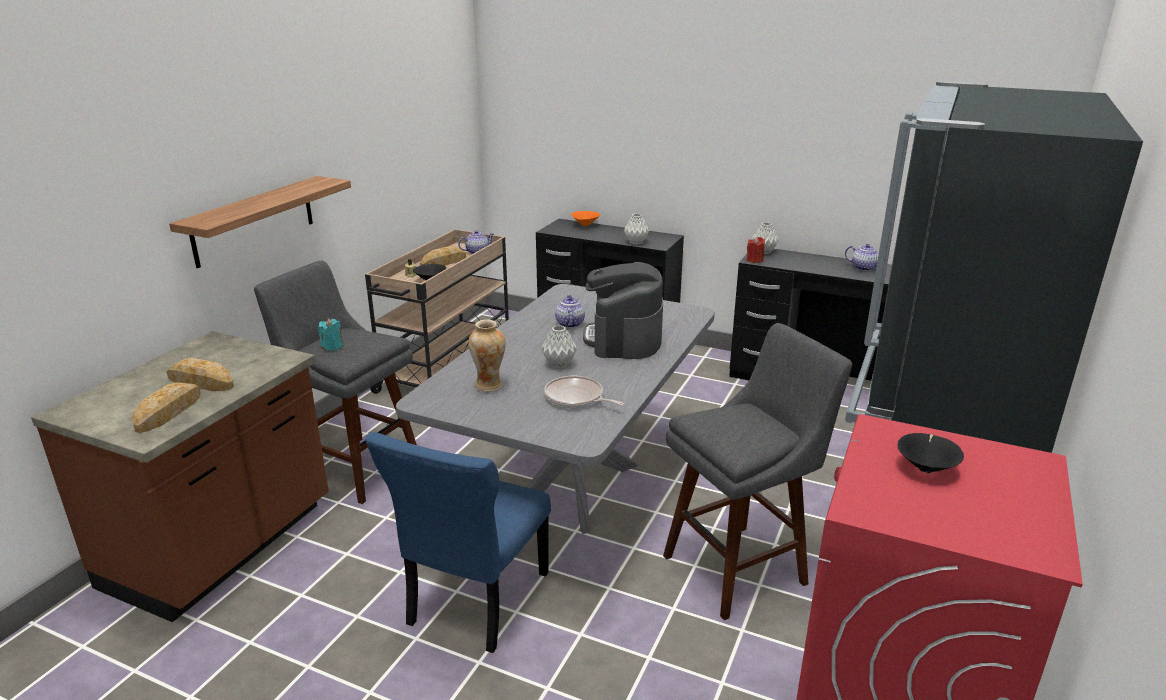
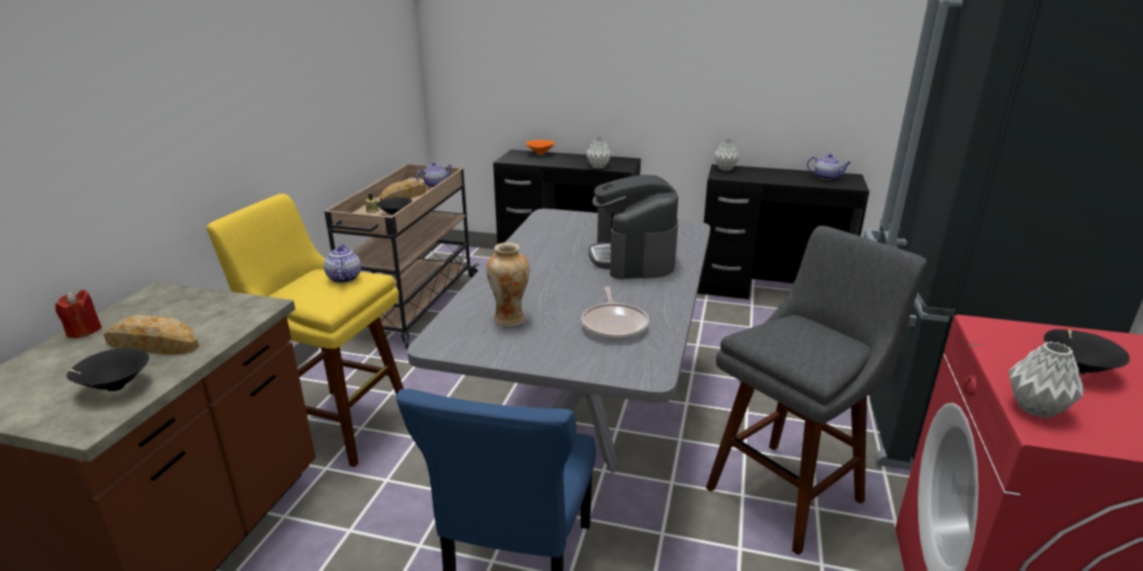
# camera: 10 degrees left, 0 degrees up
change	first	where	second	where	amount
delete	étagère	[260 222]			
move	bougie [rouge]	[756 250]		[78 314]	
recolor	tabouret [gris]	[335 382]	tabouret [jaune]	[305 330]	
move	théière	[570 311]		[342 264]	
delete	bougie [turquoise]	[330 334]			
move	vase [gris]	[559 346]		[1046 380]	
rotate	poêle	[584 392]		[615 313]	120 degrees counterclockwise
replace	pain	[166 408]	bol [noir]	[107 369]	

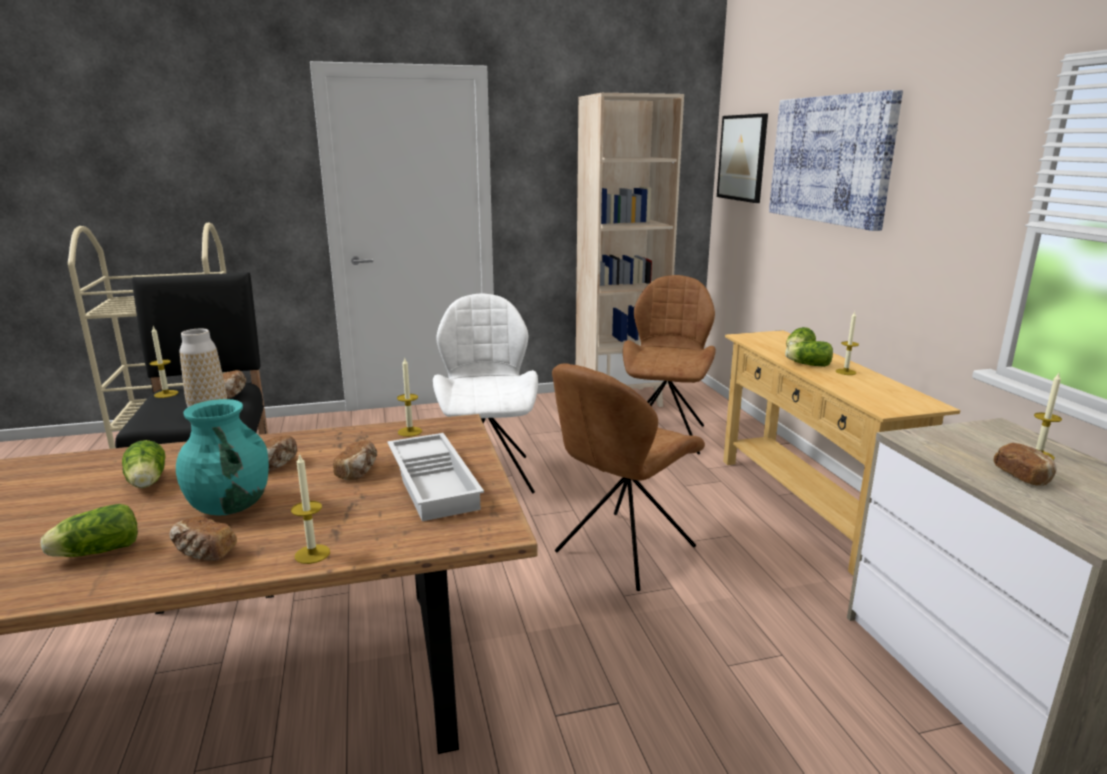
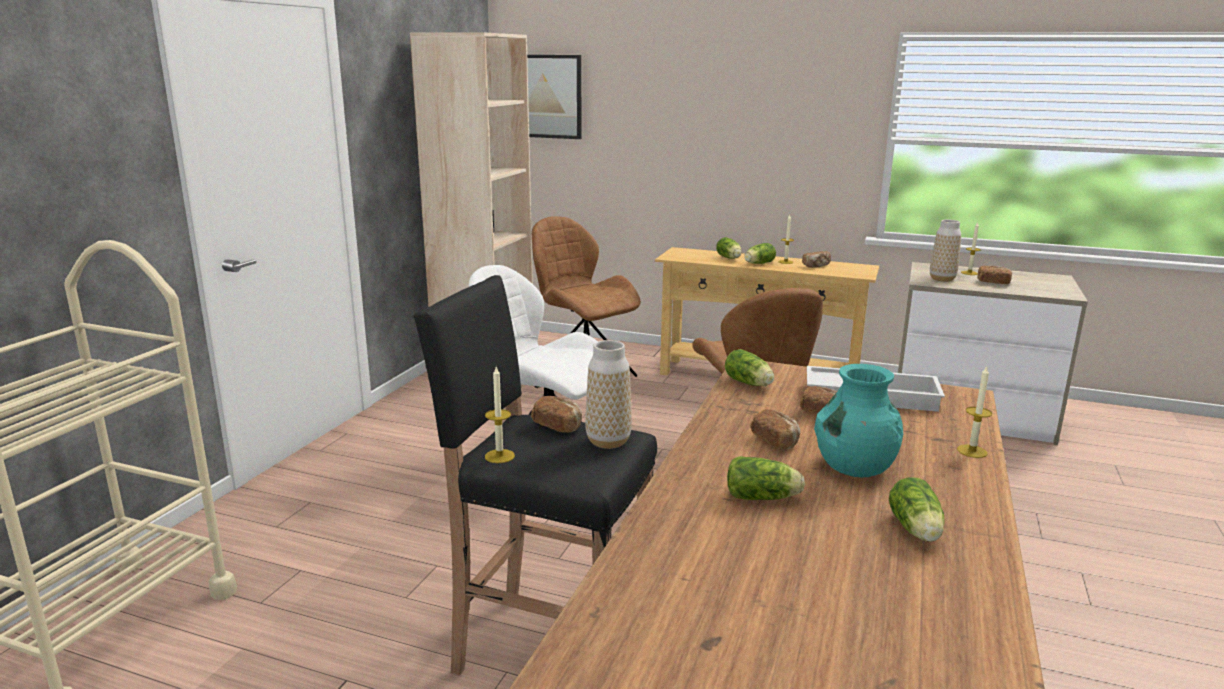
# camera: 55 degrees left, 0 degrees up
change	first	where	second	where	amount
delete	tableau	[836 160]			
replace	bougie	[409 397]	laitue	[749 367]	
move	pain	[203 538]		[816 259]	
insert			vase	[945 250]	

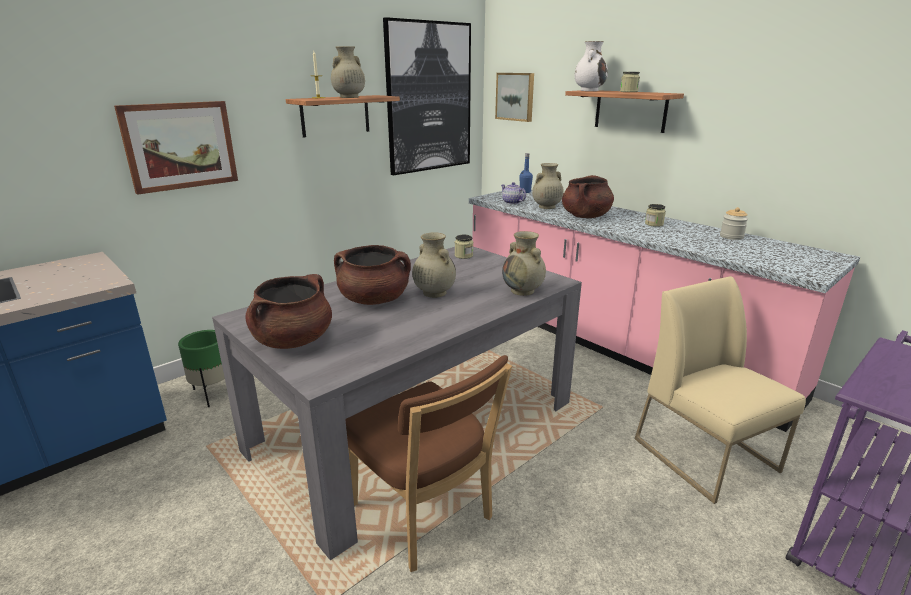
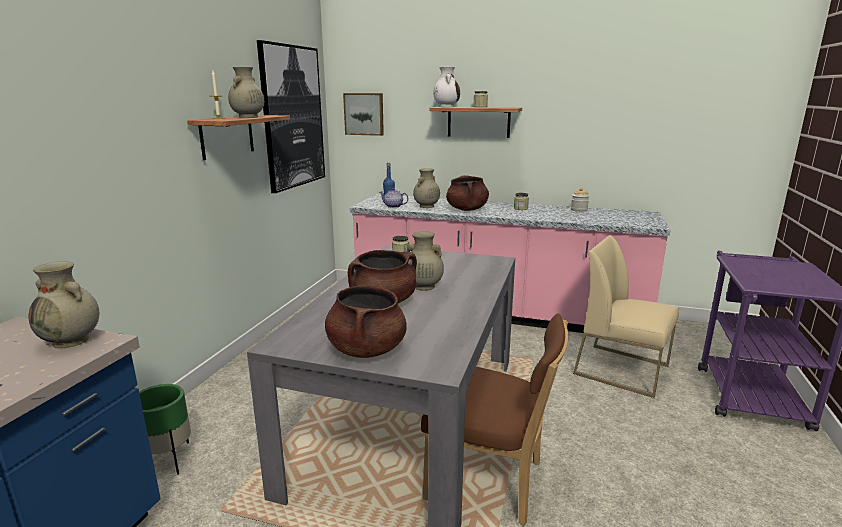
# camera: 30 degrees left, 5 degrees down
change	first	where	second	where	amount
delete	tableau	[176 148]			
move	vase [beige]	[524 263]		[64 304]	

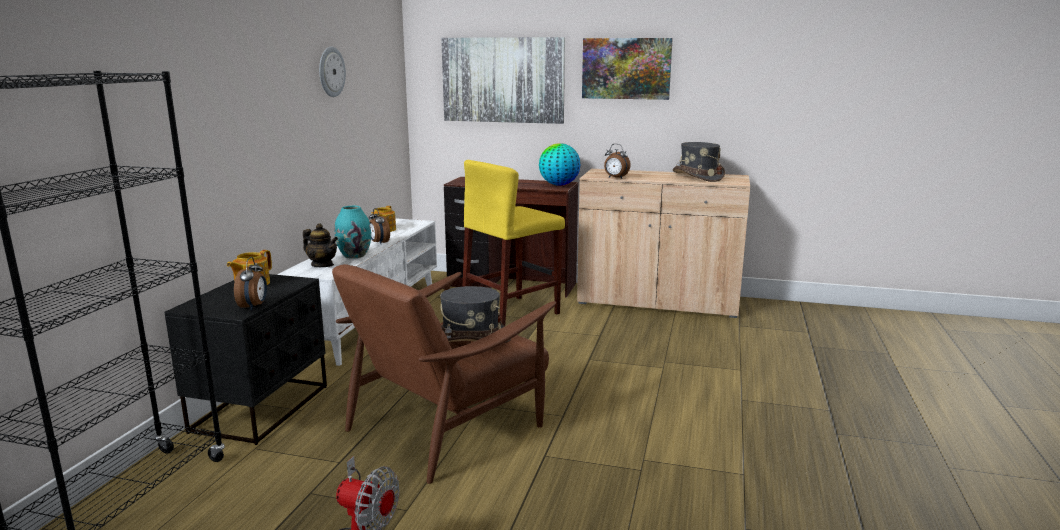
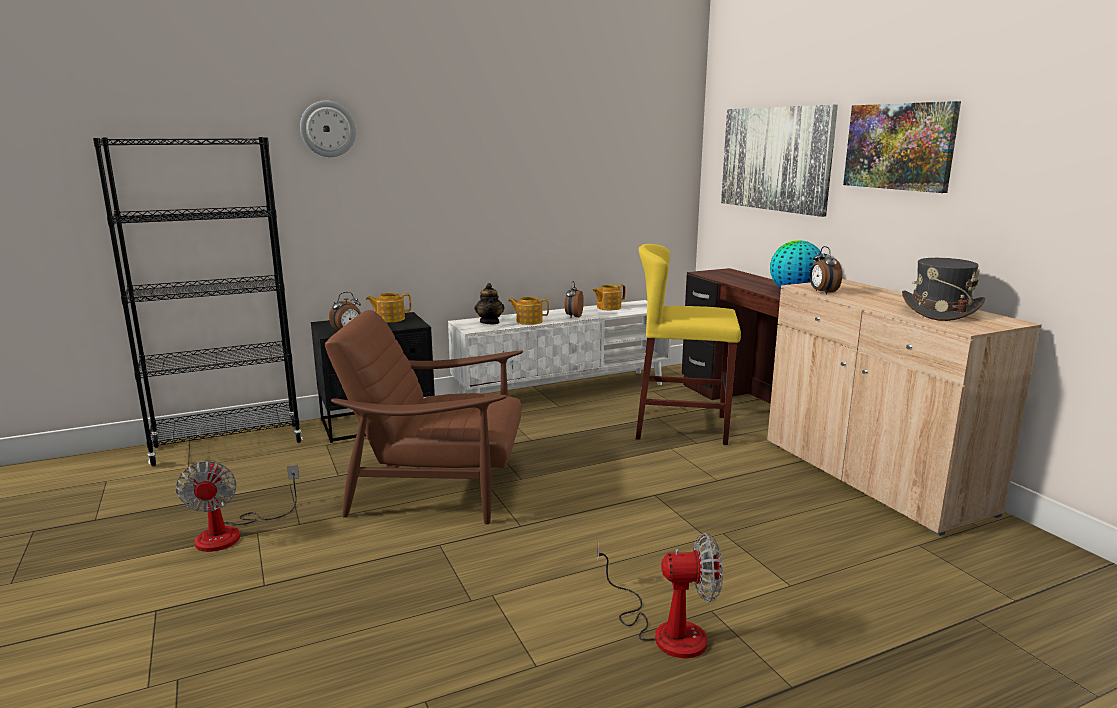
# camera: 50 degrees right, 0 degrees up
change	first	where	second	where	amount
move	horloge murale	[332 72]		[328 129]	
replace	vase [turquoise]	[353 232]	théière	[528 311]	
delete	chapeau [gris]	[475 314]			
insert			ventilateur	[660 595]	

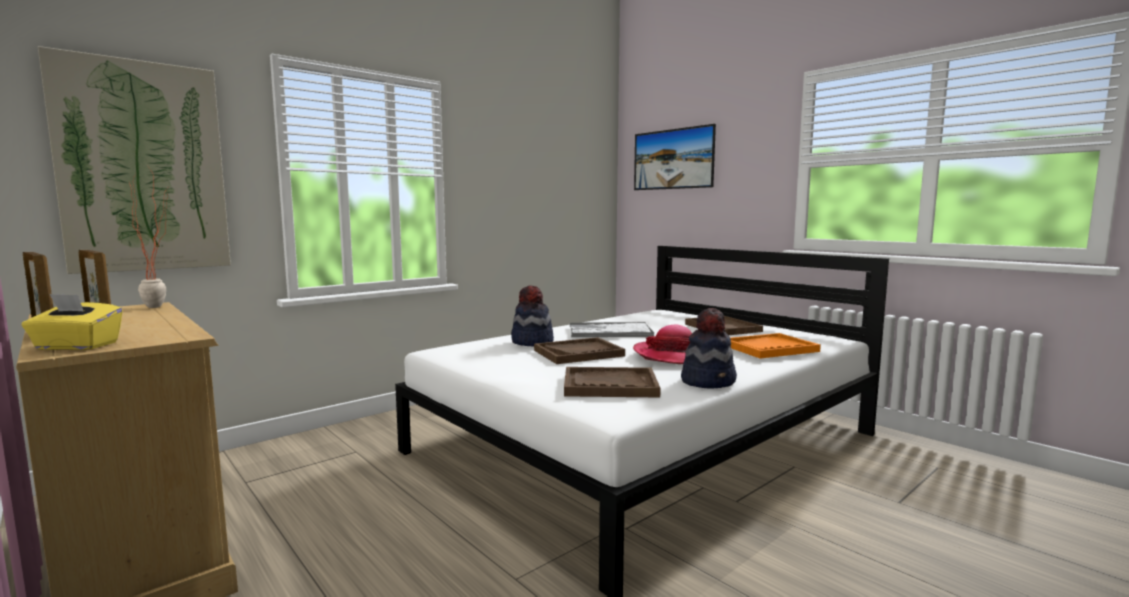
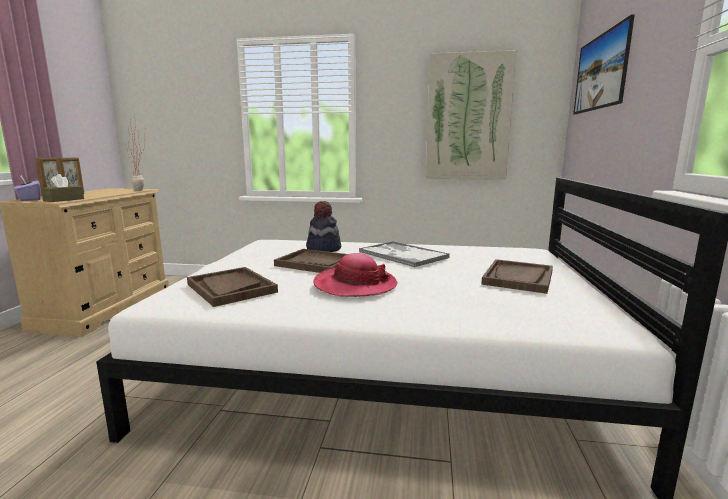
# camera: 50 degrees right, 5 degrees up
change	first	where	second	where	amount
move	tableau	[134 160]		[471 115]	
recolor	boîte à mouchoirs [jaune]	[72 322]	boîte à mouchoirs [violet]	[27 188]	
delete	chapeau	[709 348]			
delete	plateau [orange]	[775 346]			
insert			boîte à mouchoirs [marron]	[62 188]	

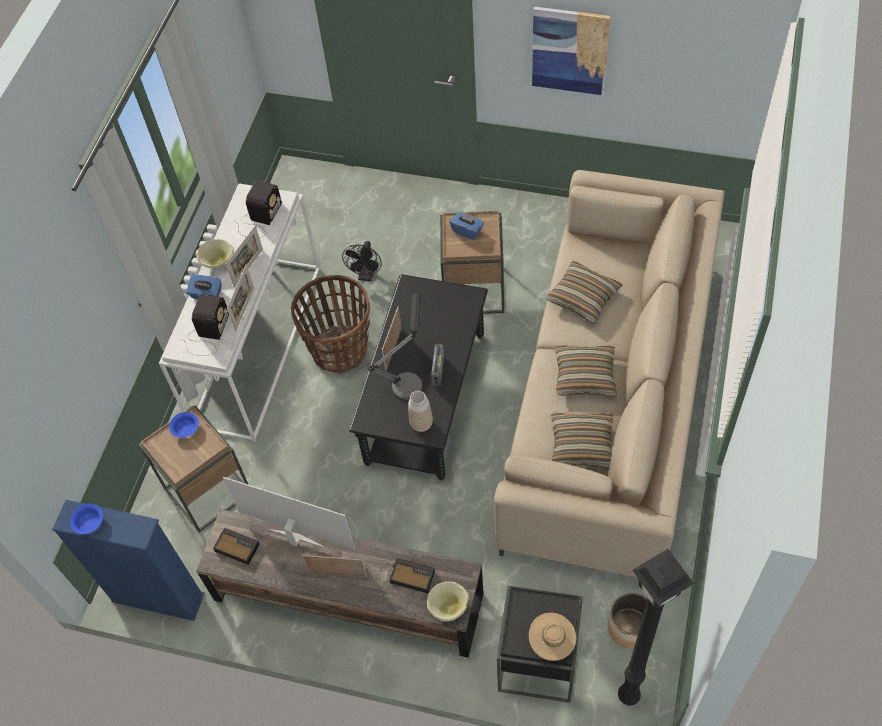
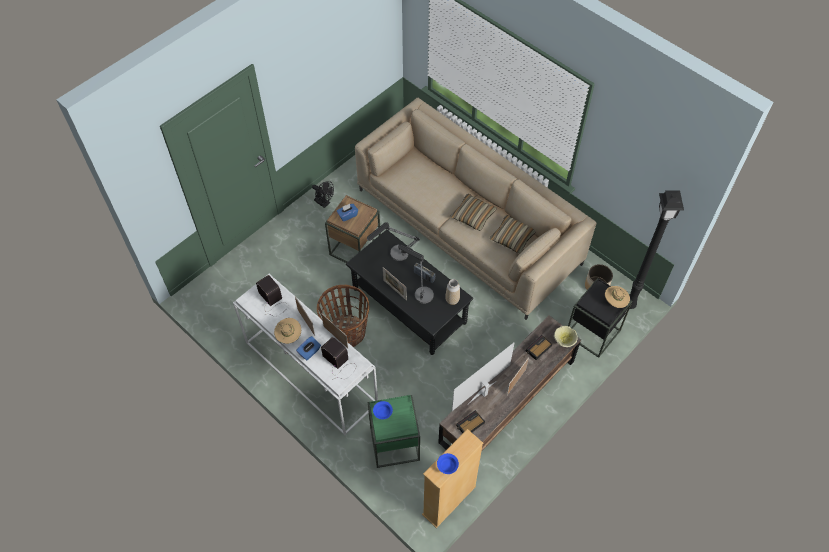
# camera: 65 degrees left, 0 degrees up
change	first	where	second	where	amount
delete	tableau	[571 51]			
replace	bol [beige]	[215 254]	chapeau [beige]	[287 331]	
move	ventilateur [noir]	[362 261]		[323 194]	
delete	coussin	[584 292]			
recolor	table d'appoint [marron]	[194 468]	table d'appoint [vert]	[394 431]	
recolor	bibliothèque [bleu]	[128 560]	bibliothèque [beige]	[452 478]	
insert			lampe de table	[393 241]	

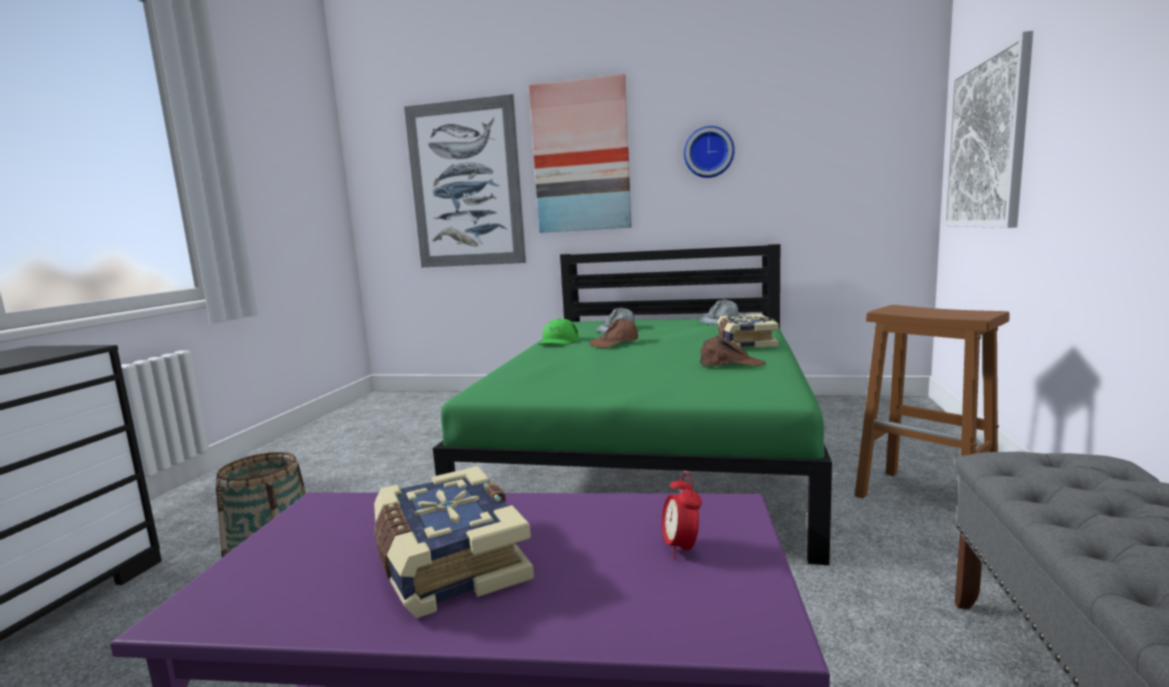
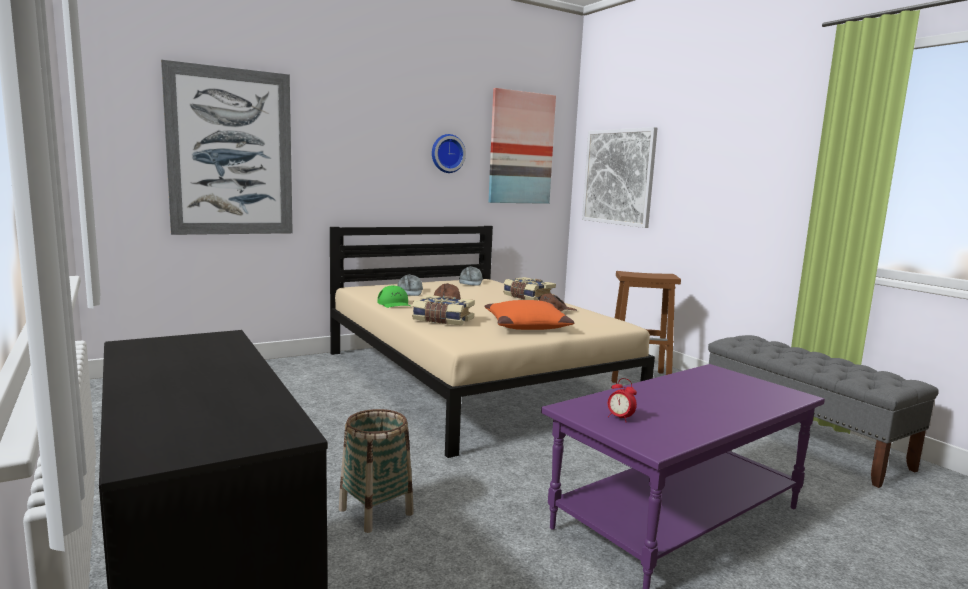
# camera: 45 degrees left, 0 degrees up
change	first	where	second	where	amount
move	tableau	[580 153]		[522 146]	
recolor	lit [vert]	[632 404]	lit [beige]	[492 342]	
move	livre	[454 542]		[443 310]	
move	réveil	[682 515]		[622 399]	
insert			coussin [orange]	[529 315]	

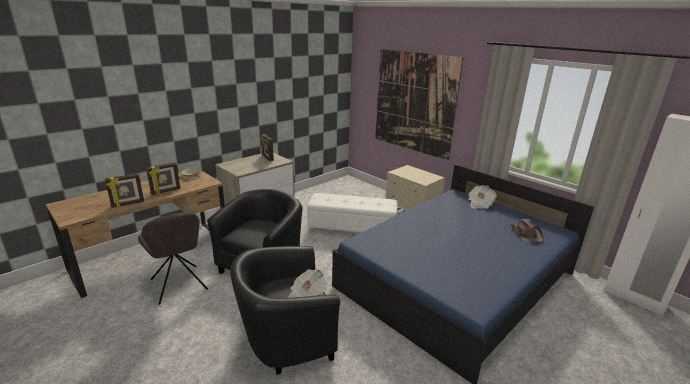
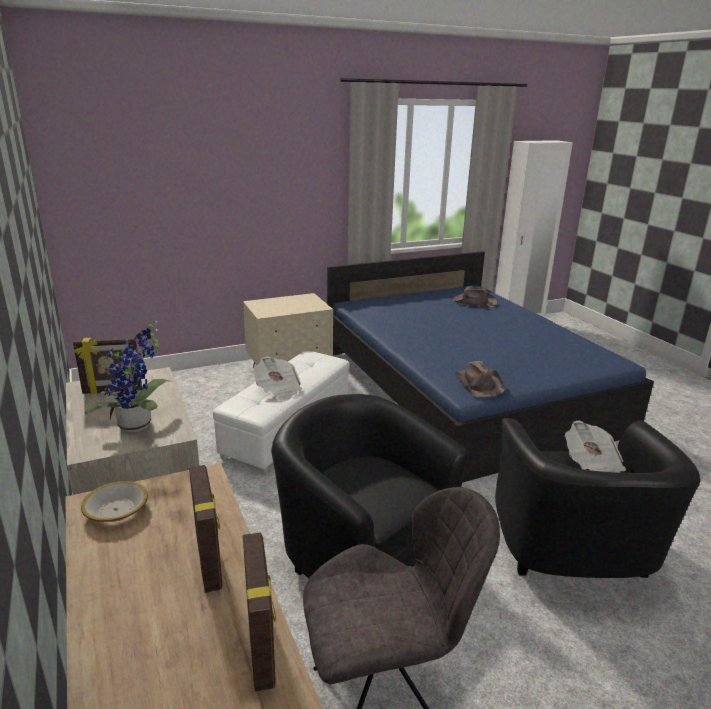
# camera: 70 degrees left, 0 degrees up
change	first	where	second	where	amount
delete	tableau	[419 105]			
move	journal	[482 197]		[278 379]	
insert			plante en pot	[128 376]	
insert			chapeau [marron]	[480 379]	

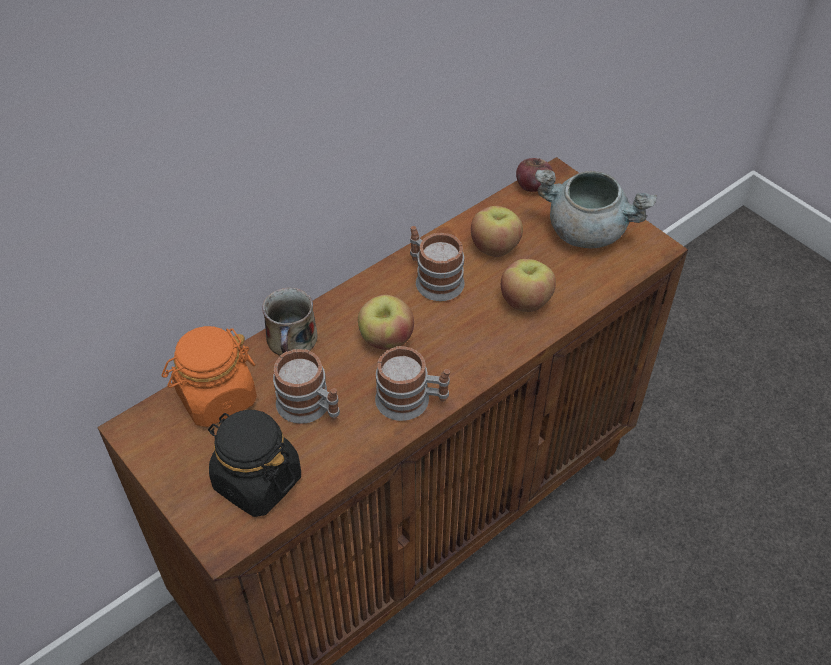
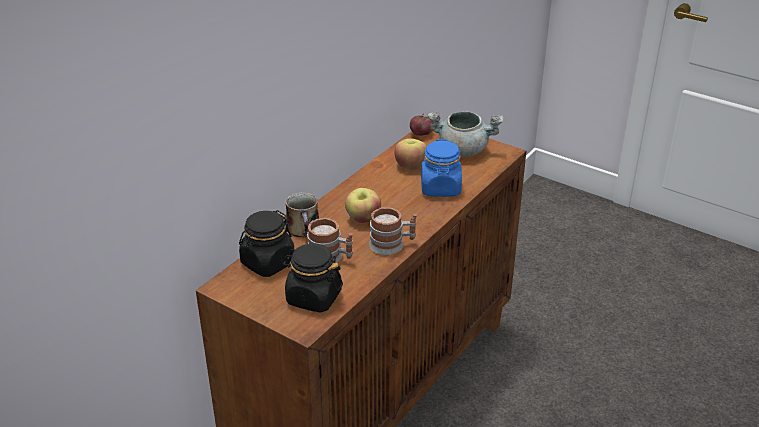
# camera: 15 degrees left, 15 degrees down
change	first	where	second	where	amount
delete	mug	[437 263]			
replace	pomme	[528 285]	bocal [bleu]	[441 168]	
recolor	bocal [orange]	[209 376]	bocal [noir]	[266 243]	

